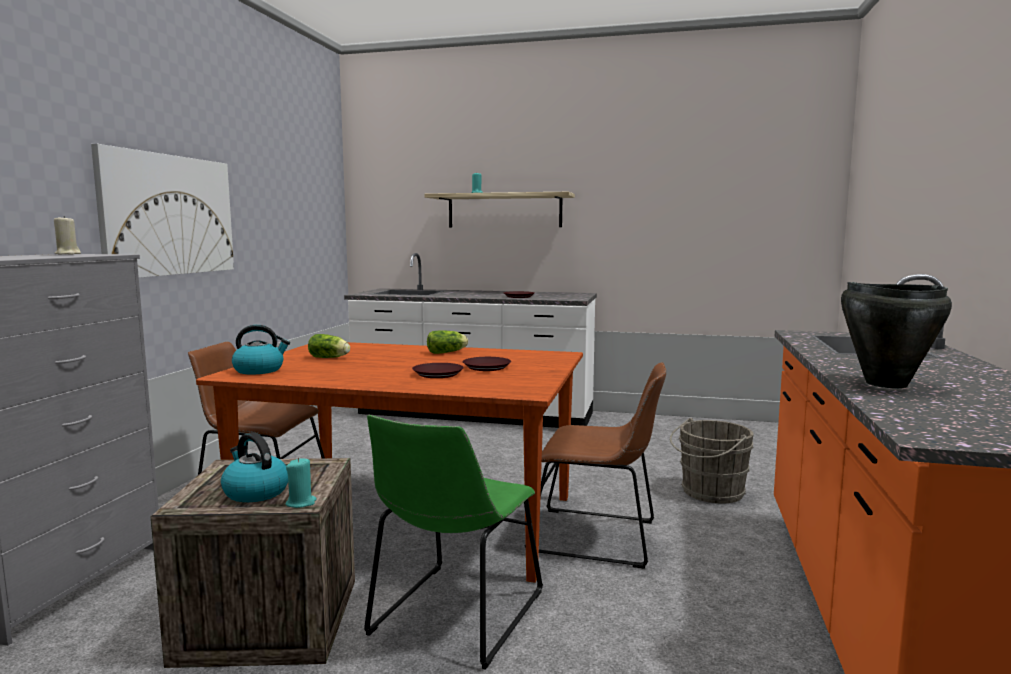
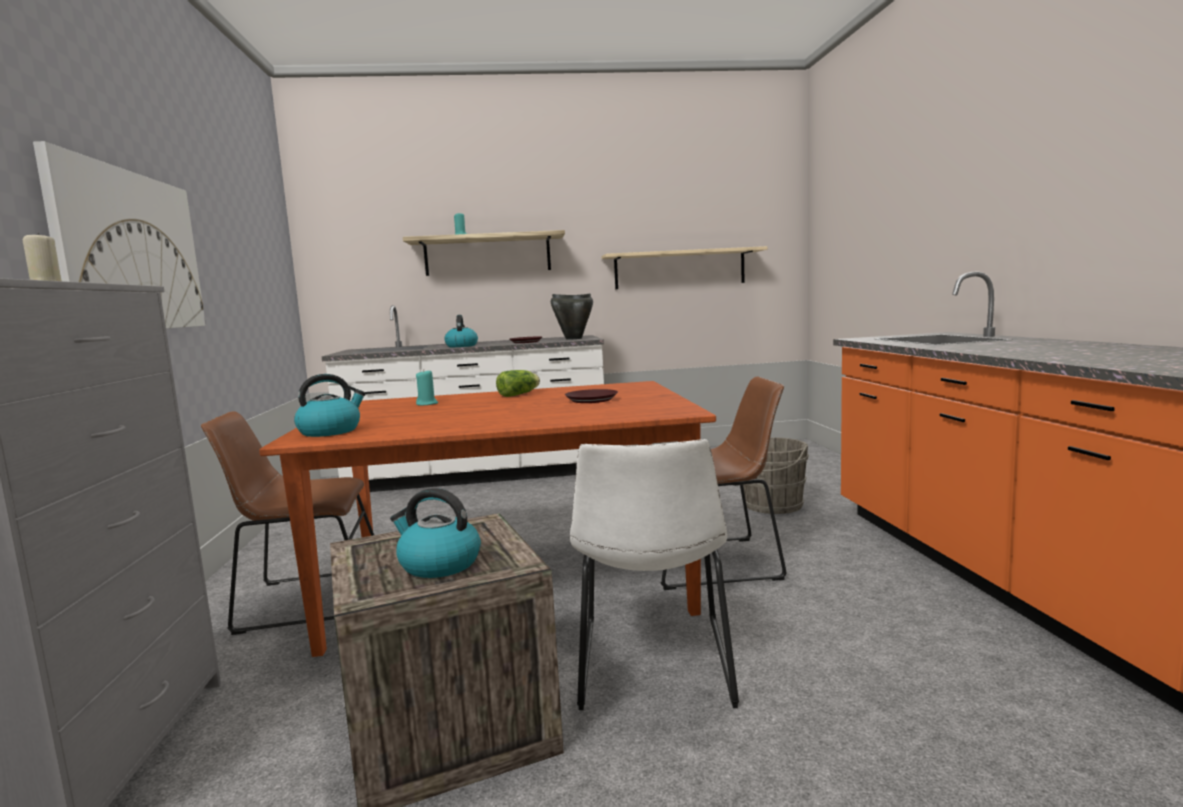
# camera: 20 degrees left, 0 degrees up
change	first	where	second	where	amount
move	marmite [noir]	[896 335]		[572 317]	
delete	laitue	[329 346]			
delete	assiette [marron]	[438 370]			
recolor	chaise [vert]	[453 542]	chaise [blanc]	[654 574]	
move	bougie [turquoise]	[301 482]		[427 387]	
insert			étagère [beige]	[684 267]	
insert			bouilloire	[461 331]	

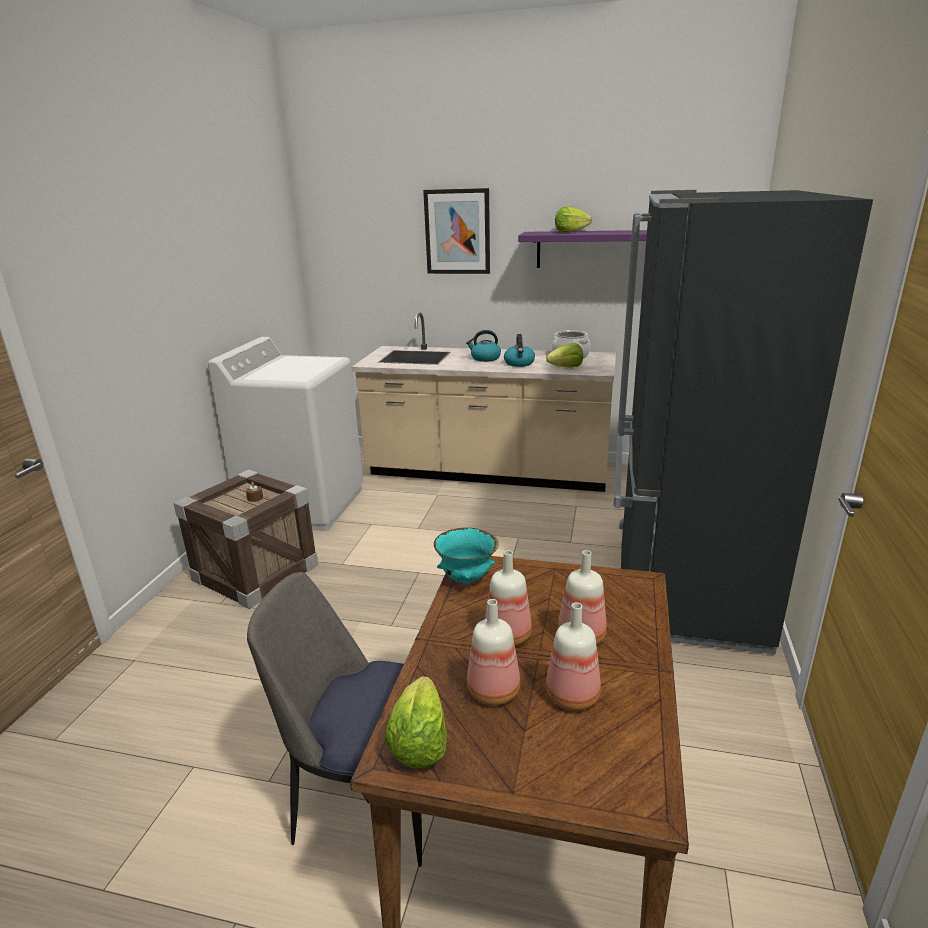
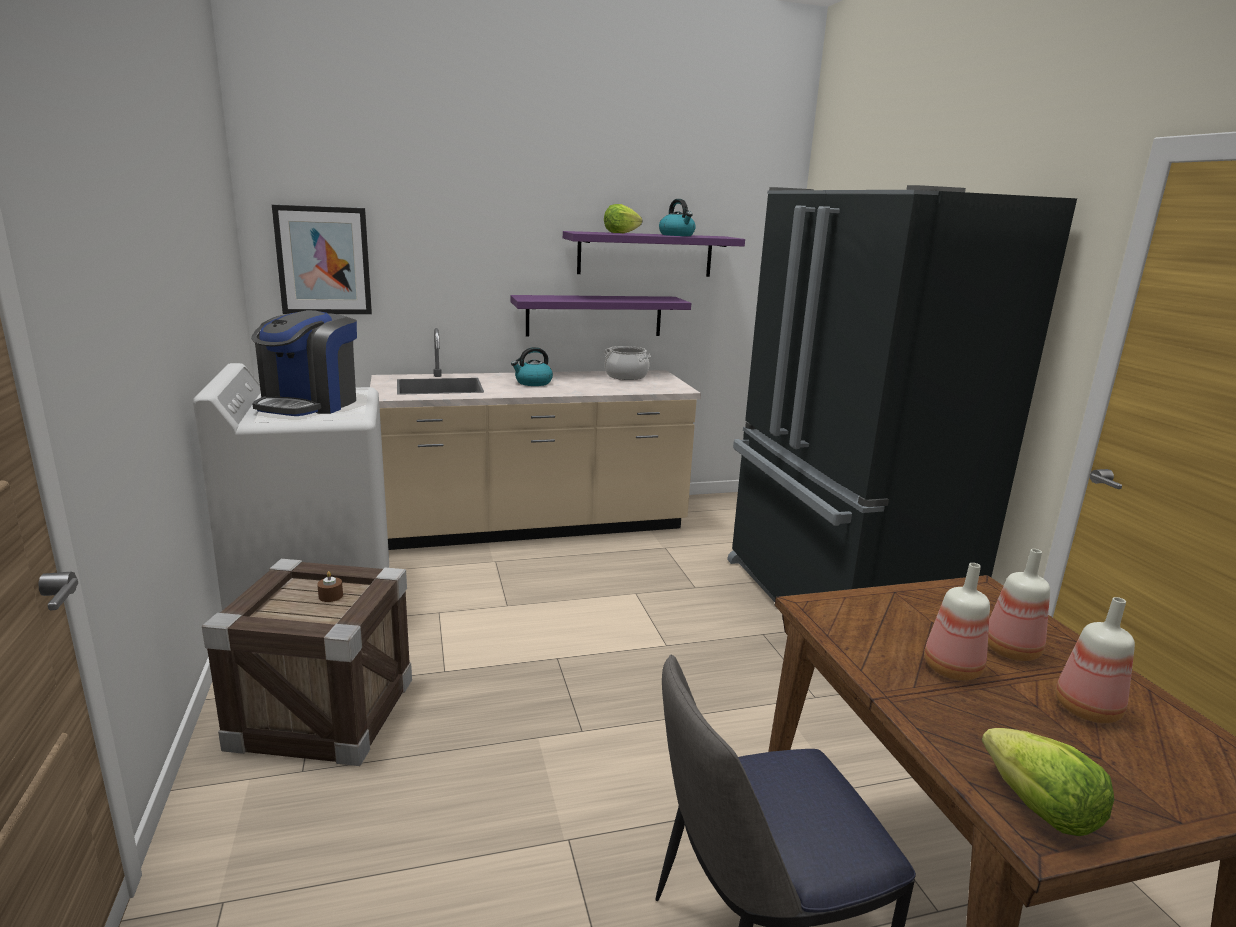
# camera: 30 degrees left, 5 degrees down
change	first	where	second	where	amount
move	tableau	[456 231]		[322 259]	
move	bouilloire	[519 350]		[677 217]	
delete	laitue	[564 355]			
delete	bol [turquoise]	[466 555]			
delete	bouteille	[493 652]			
insert			étagère [violet]	[600 315]	
insert			machine à café	[304 363]	

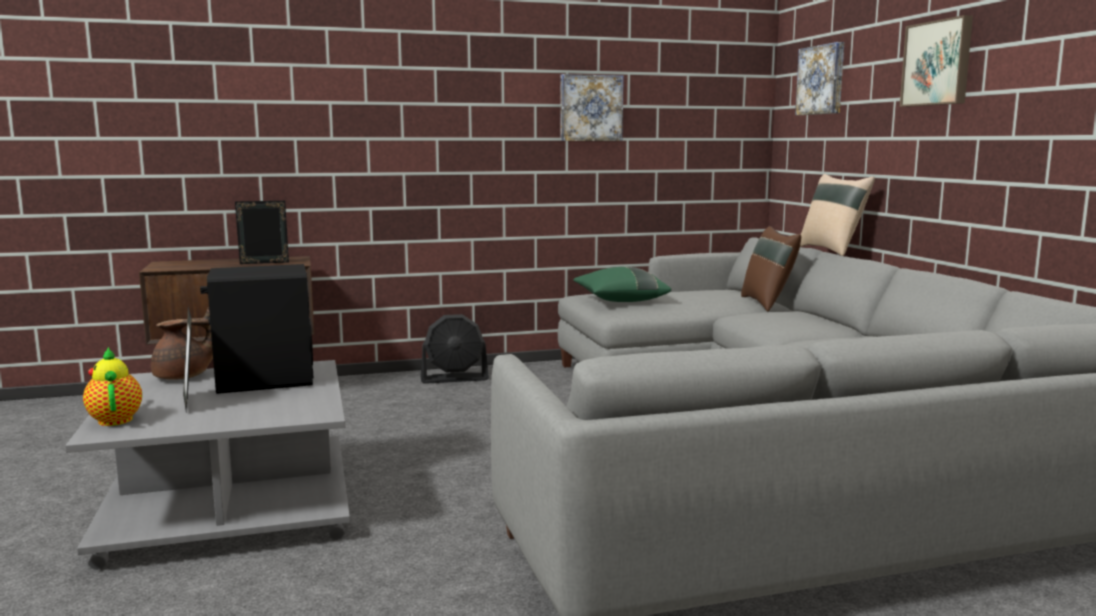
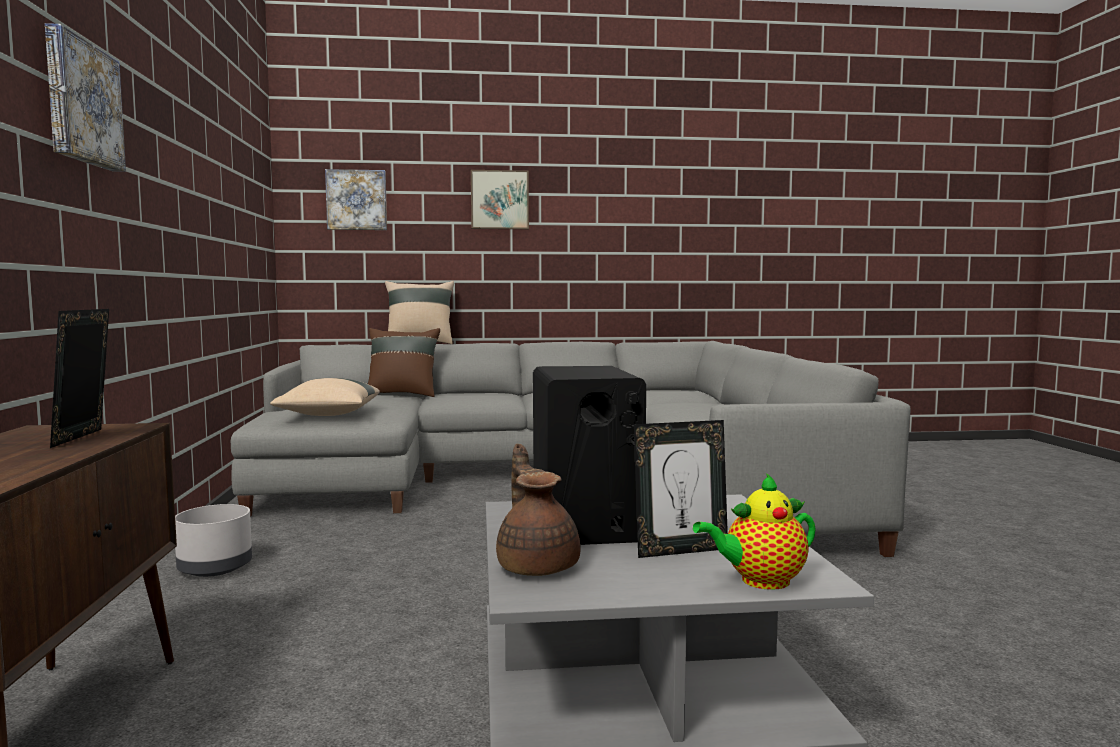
# camera: 80 degrees left, 5 degrees down
change	first	where	second	where	amount
move	tableau	[592 107]		[85 97]	
recolor	coussin [vert]	[622 284]	coussin [beige]	[325 397]	
replace	ventilateur [noir]	[455 349]	cache-pot [gris]	[213 540]	

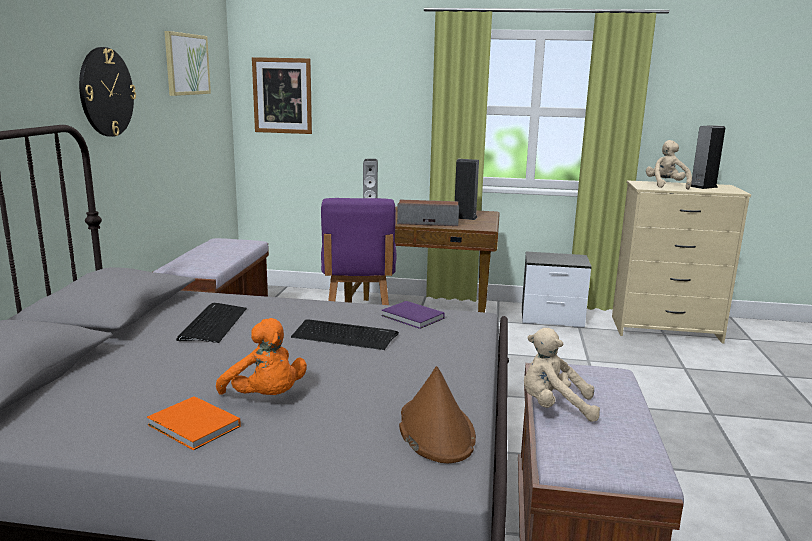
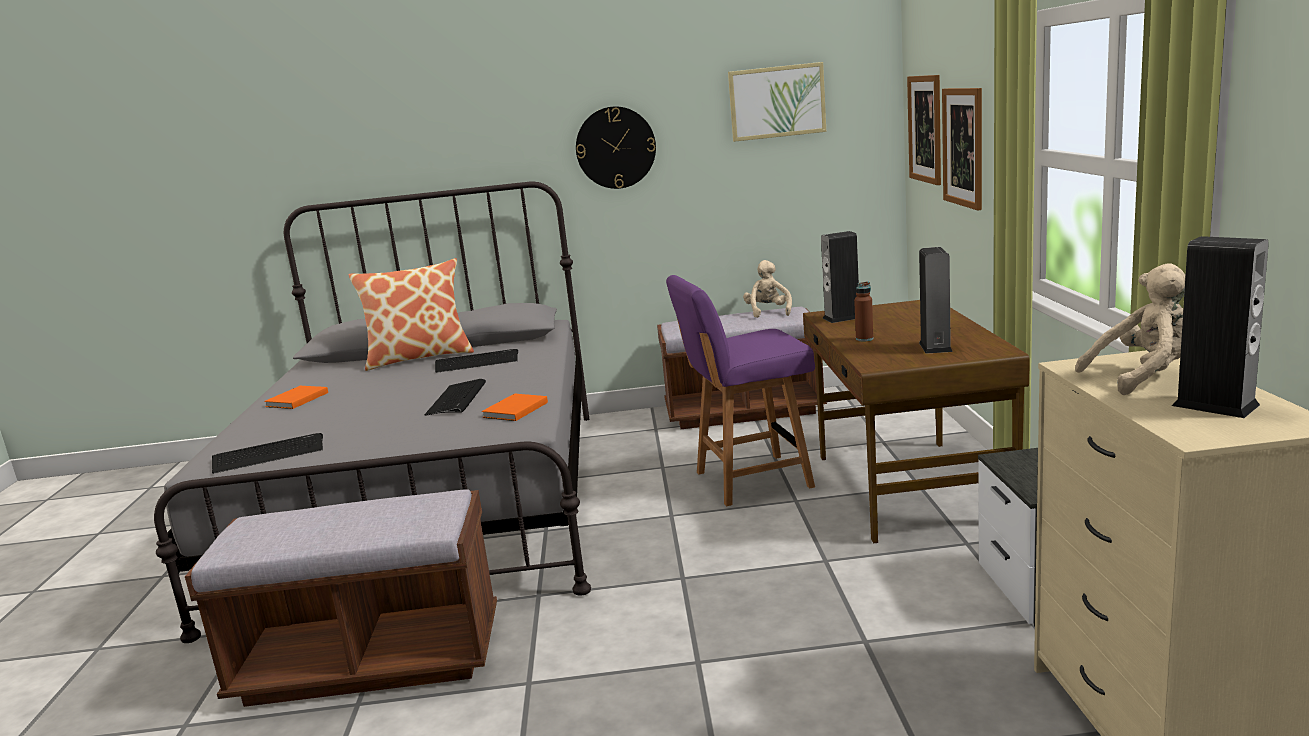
# camera: 80 degrees right, 0 degrees up
change	first	where	second	where	amount
replace	enceinte	[428 213]	bouteille [marron]	[864 311]	
recolor	livre [violet]	[413 315]	livre [orange]	[515 407]	
delete	peluche [orange]	[261 356]			
move	peluche [beige]	[562 375]		[767 289]	
replace	chapeau [marron]	[437 414]	clavier	[267 453]	
insert			tableau	[962 149]	
insert			coussin	[411 314]	

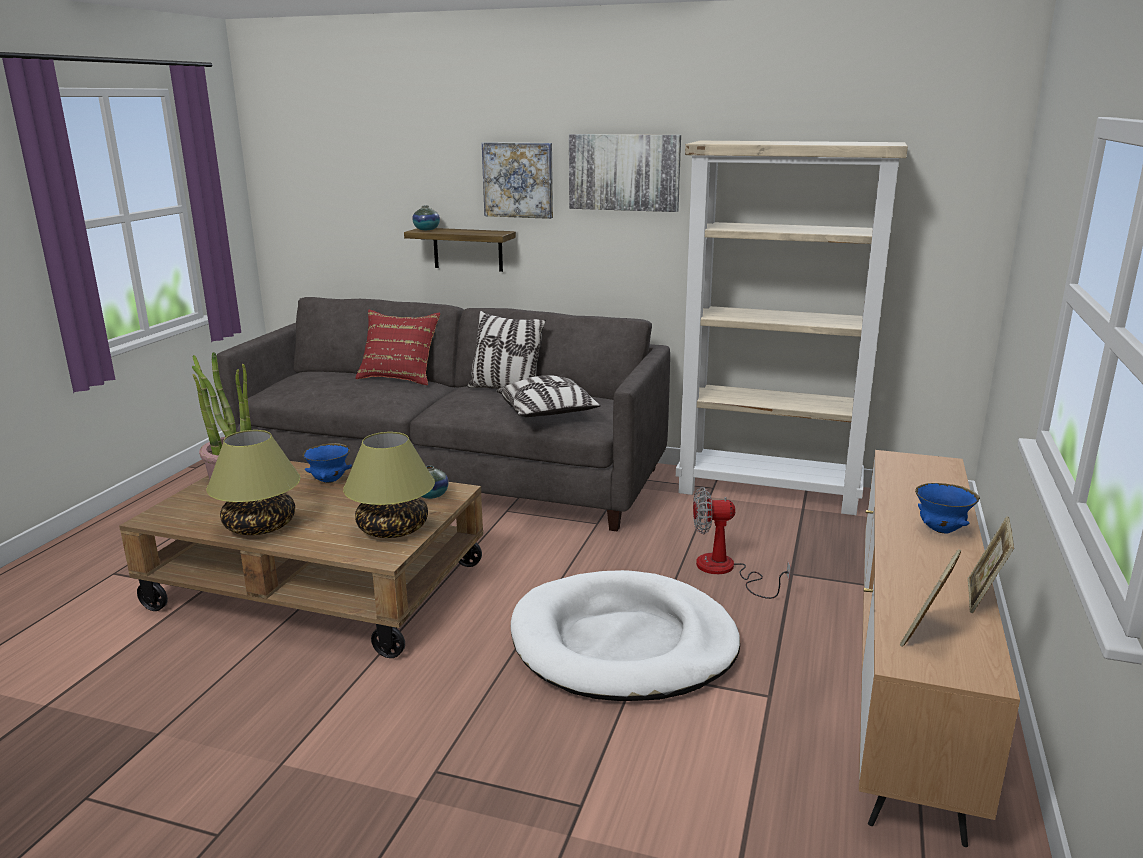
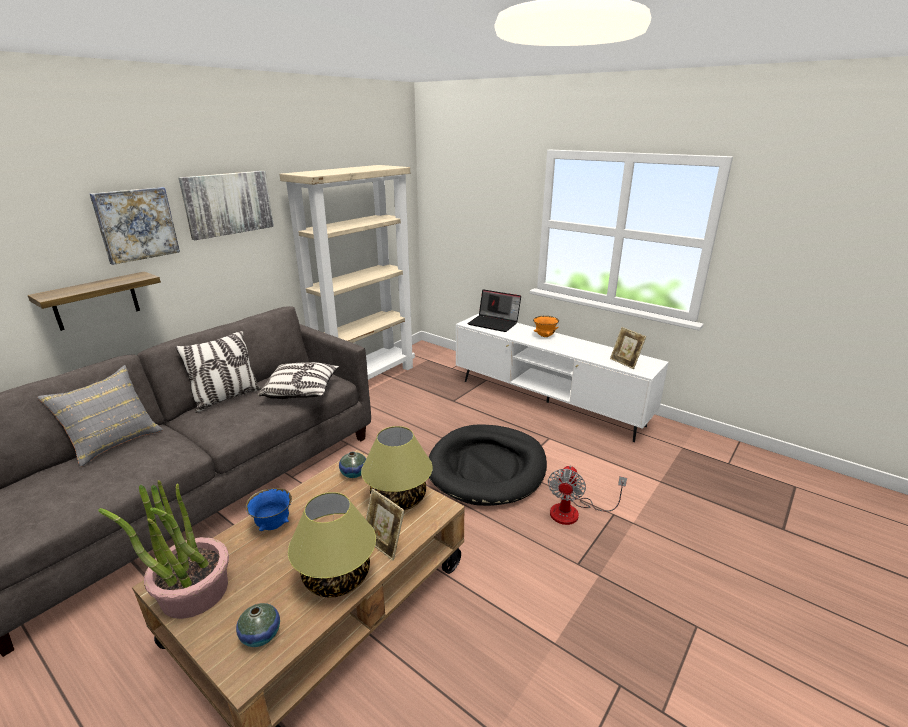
# camera: 70 degrees left, 5 degrees up
change	first	where	second	where	amount
move	vase	[426 218]		[258 625]	
recolor	coussin [rouge]	[397 347]	coussin [gris]	[100 416]	
recolor	meuble télé [marron]	[939 648]	meuble télé [blanc]	[562 378]	
recolor	bol [bleu]	[947 508]	bol [orange]	[546 326]	
move	ventilateur	[742 543]		[587 495]	
move	cadre photo	[991 564]		[385 524]	
recolor	panier pour chien [blanc]	[625 635]	panier pour chien [noir]	[487 465]	
insert			ordinateur portable	[494 310]	

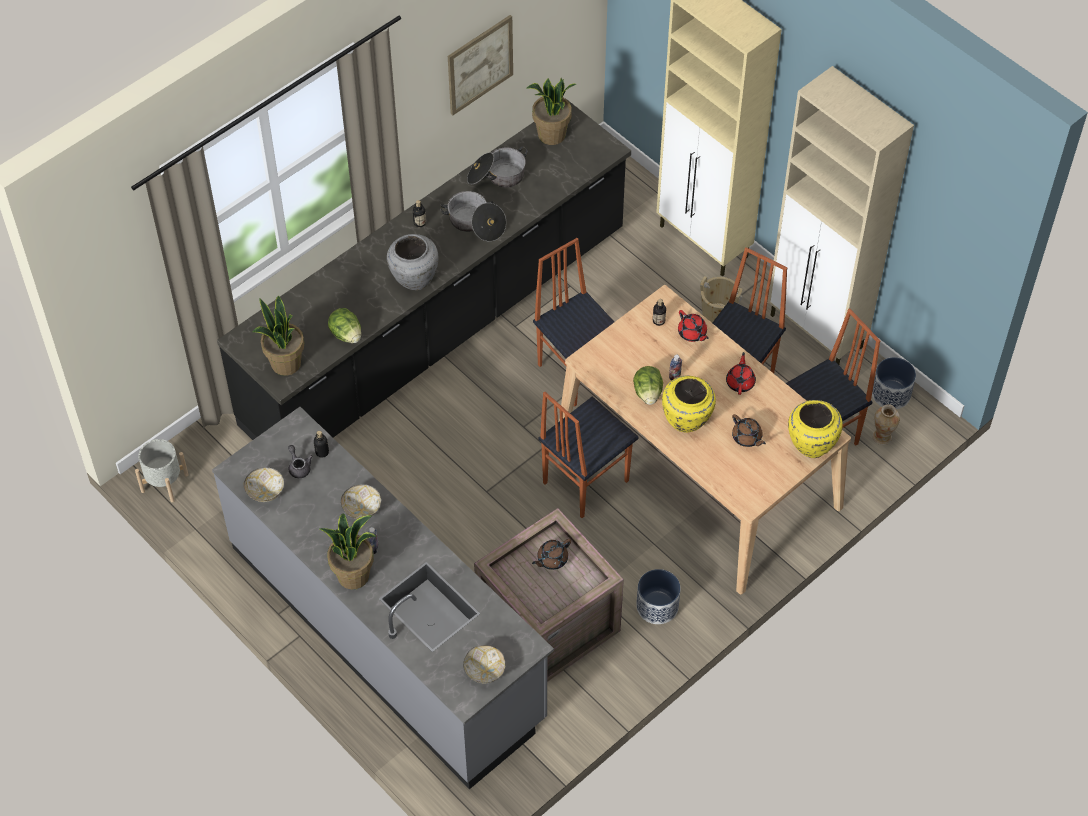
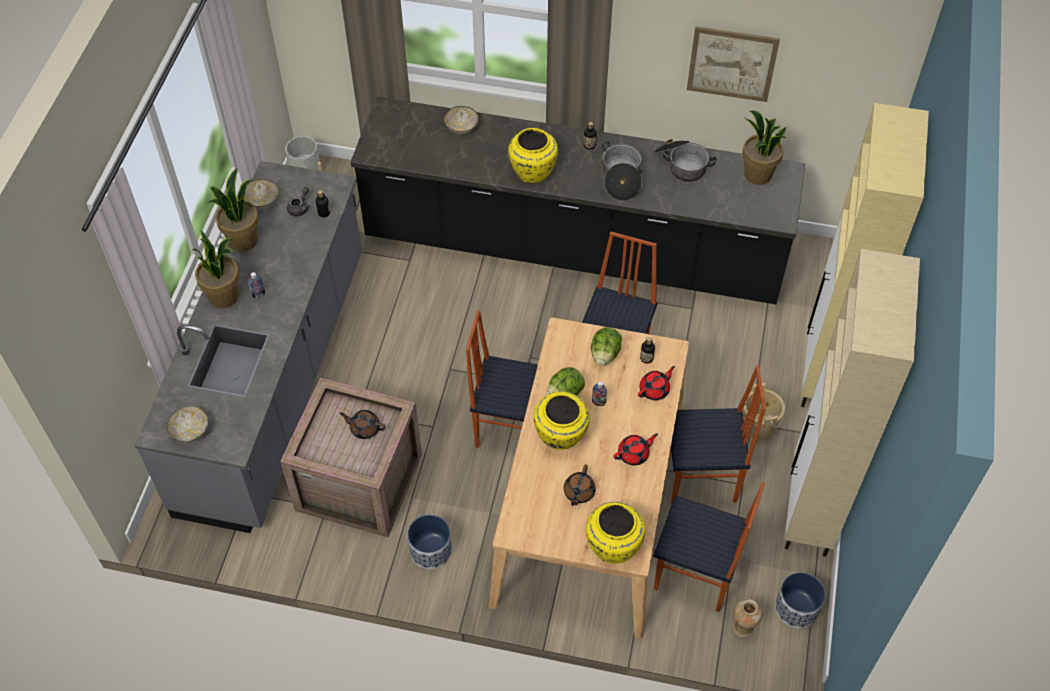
# camera: 55 degrees right, 0 degrees up
change	first	where	second	where	amount
recolor	vase [gris]	[412 262]	vase [jaune]	[533 156]	
move	plante en pot	[278 336]		[233 210]	
move	laitue	[344 325]		[606 346]	
rotate	théière [rouge]	[693 326]		[656 383]	150 degrees counterclockwise
move	bol	[361 501]		[461 120]	

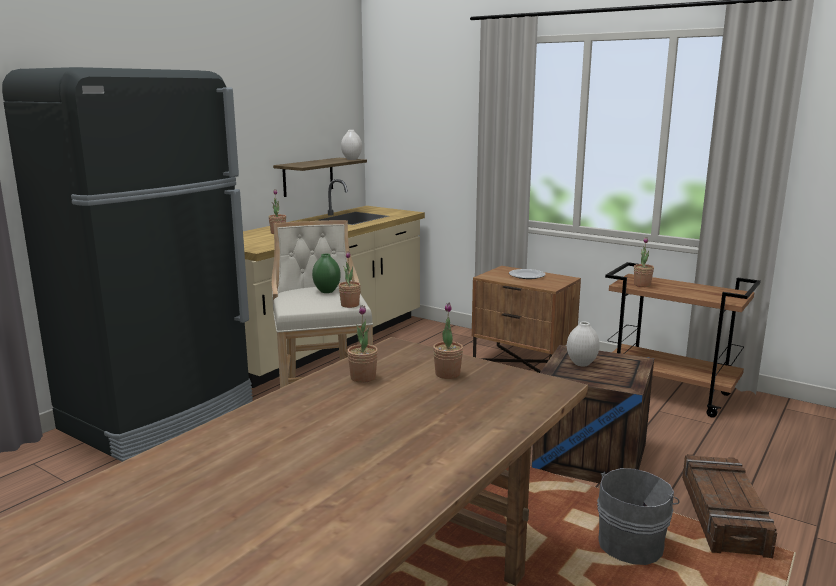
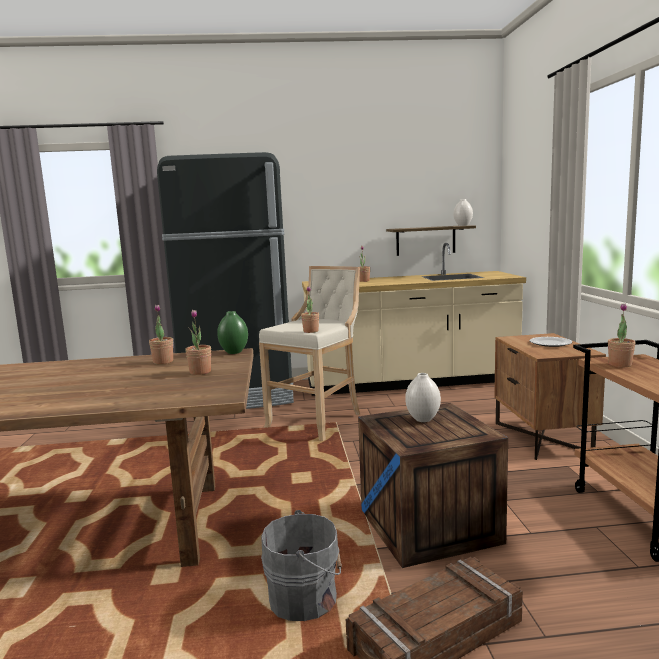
# camera: 50 degrees right, 5 degrees down
change	first	where	second	where	amount
move	vase [vert]	[326 273]		[232 332]	

